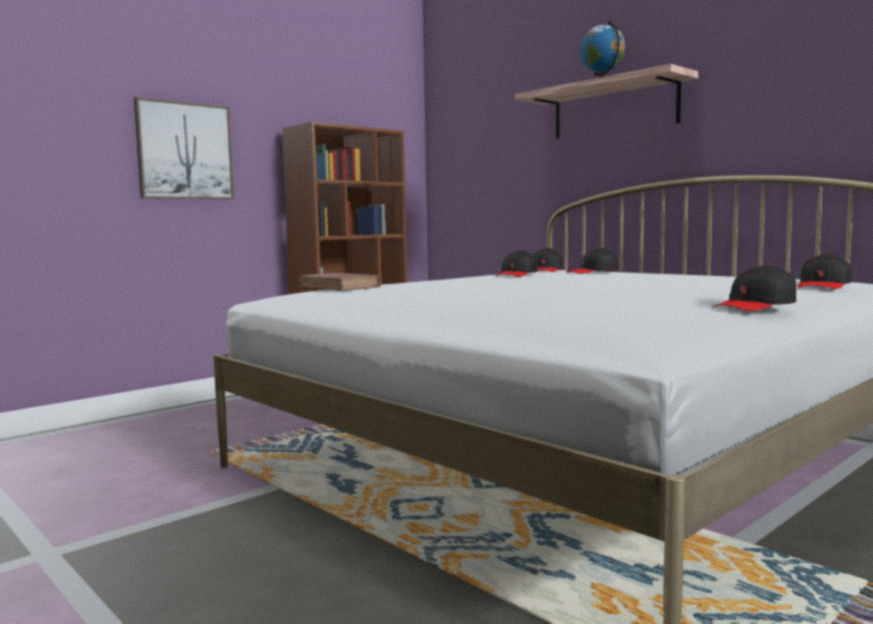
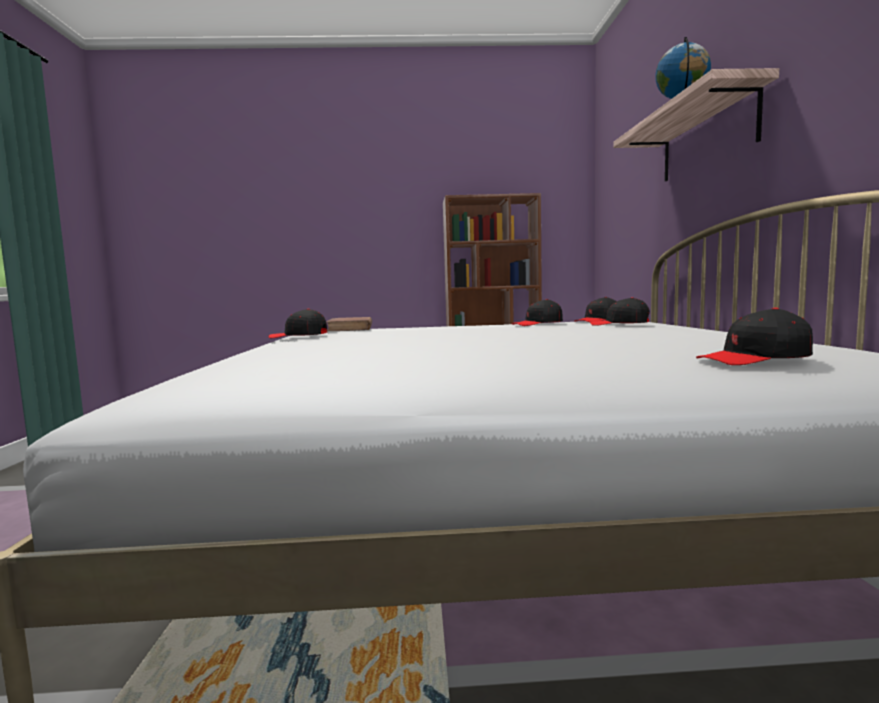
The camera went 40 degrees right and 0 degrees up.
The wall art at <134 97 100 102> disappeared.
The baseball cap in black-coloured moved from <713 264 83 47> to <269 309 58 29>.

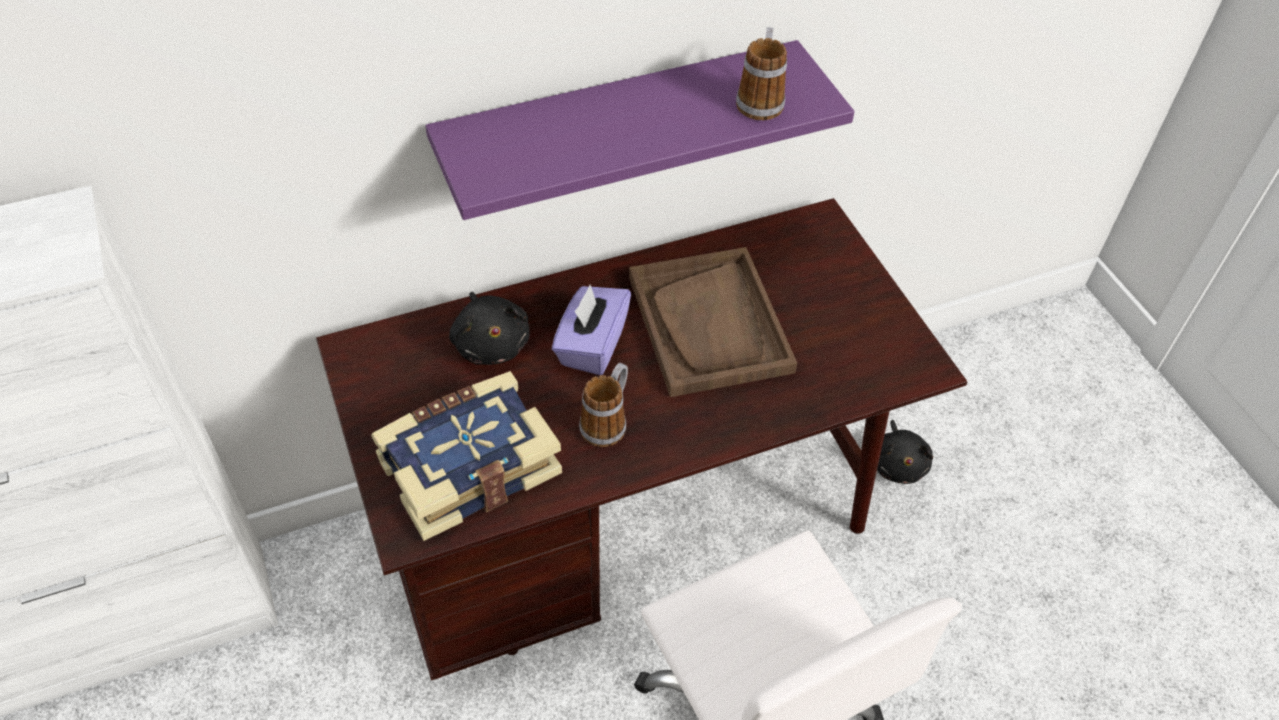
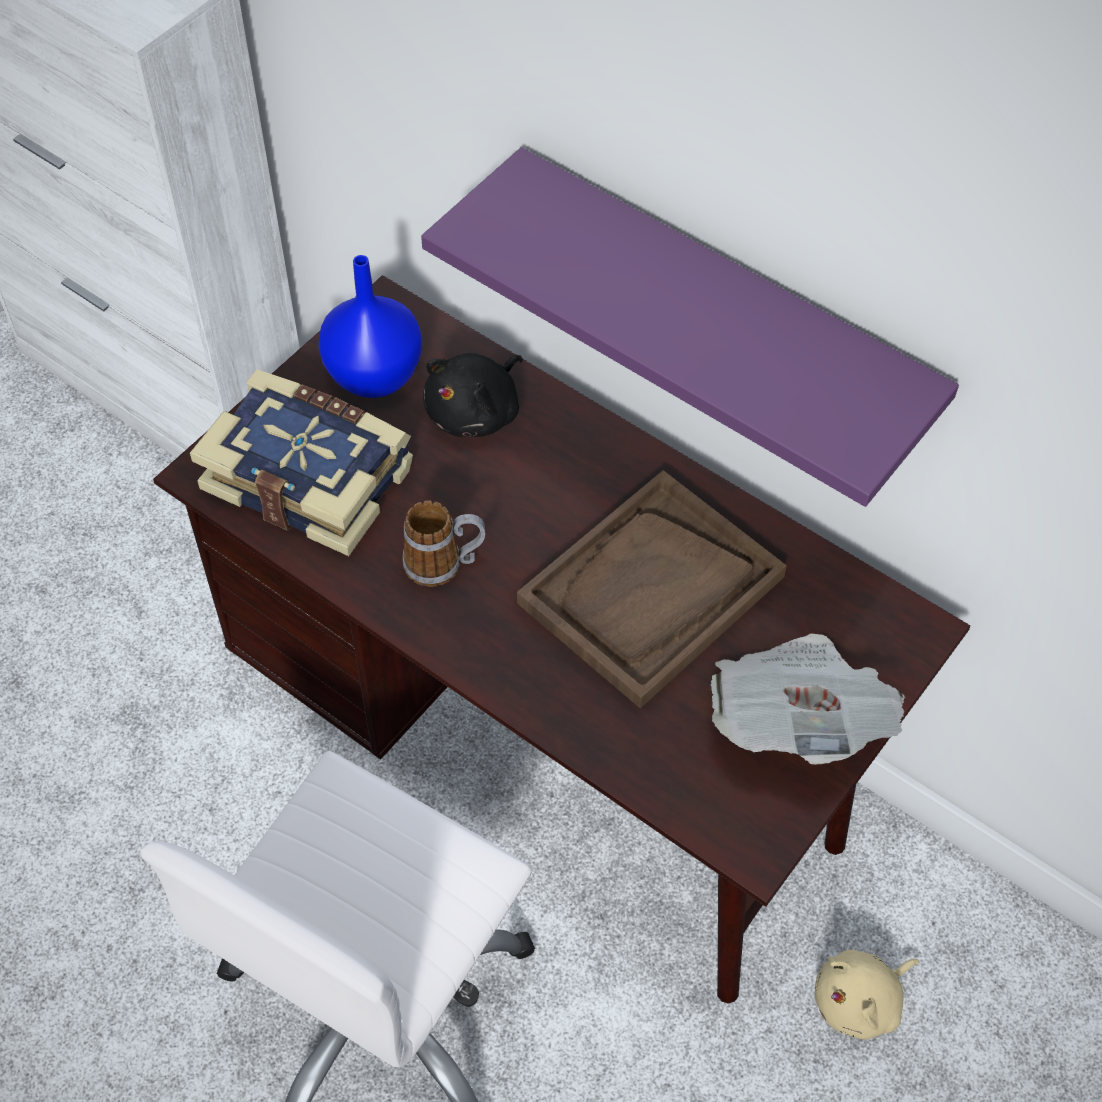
The camera went 60 degrees right and 5 degrees up.
The coffee mug at <736 27 51 93> disappeared.
The box of tissues in purplish at <552 285 79 90> disappeared.
The cuddly toy in black-coloured at <877 420 56 64> became the cuddly toy in sand-coloured at <815 950 104 90>.
The flower vase in blue-coloured at <318 255 104 143> appeared.
The printed paper at <711 633 194 132> appeared.

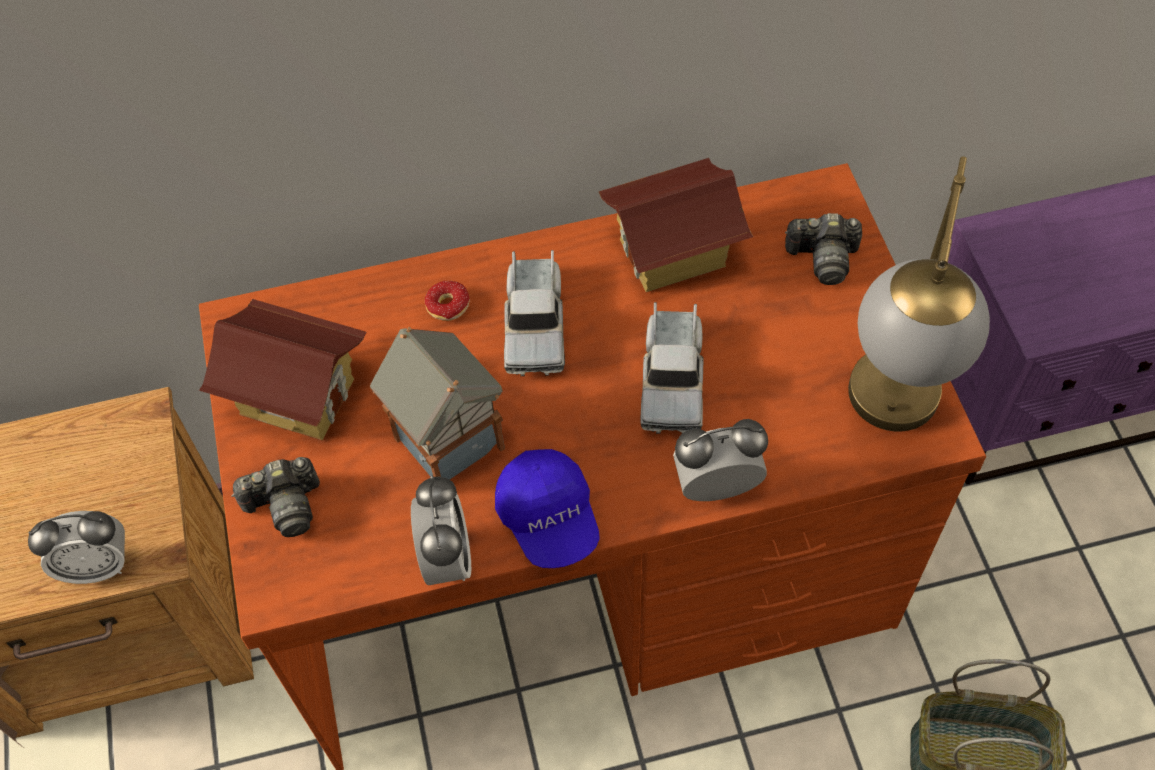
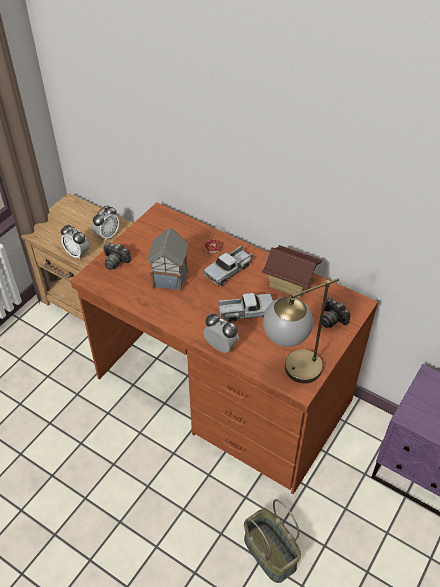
The camera went 45 degrees right and 10 degrees down.
The miniature house at <199 299 167 141> disappeared.
The model truck at <640 302 64 132> turned 150 degrees counterclockwise.
The baseball cap in blue-coloured at <495 449 105 119> disappeared.
The alarm clock moved from <411 476 60 109> to <92 206 27 35>.

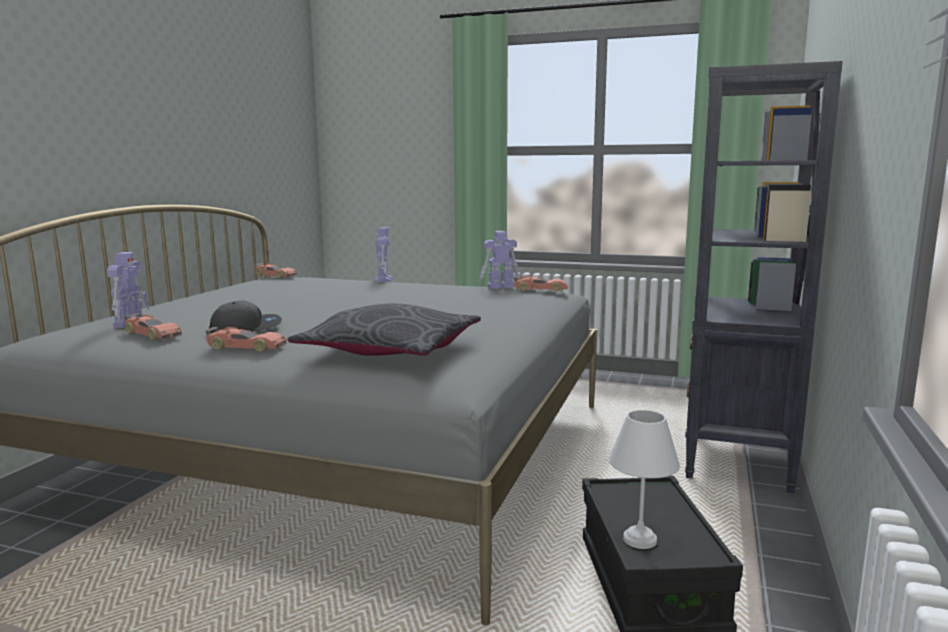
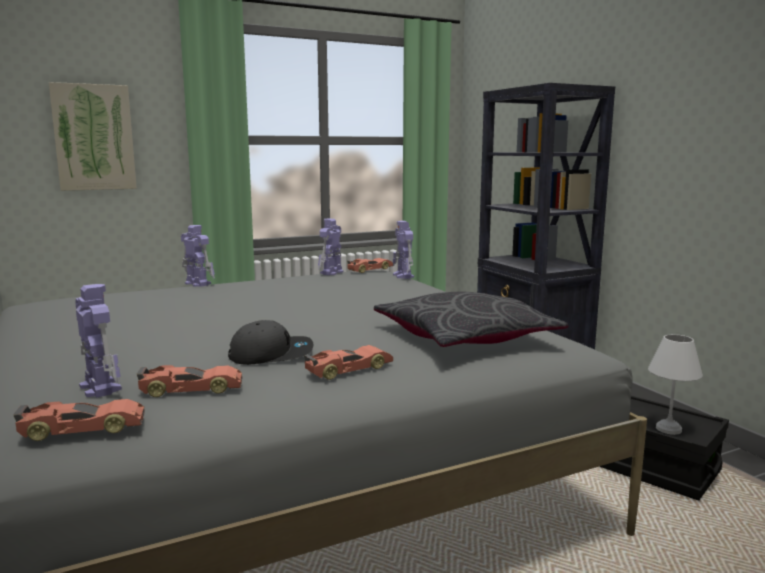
The camera went 45 degrees left and 0 degrees up.
The miniature car moved from <254 263 43 15> to <13 399 132 42>.
The baseball cap in grey at <209 301 73 32> turned 60 degrees clockwise.
The wall art at <49 82 88 109> appeared.
The model robot at <393 221 21 58> appeared.

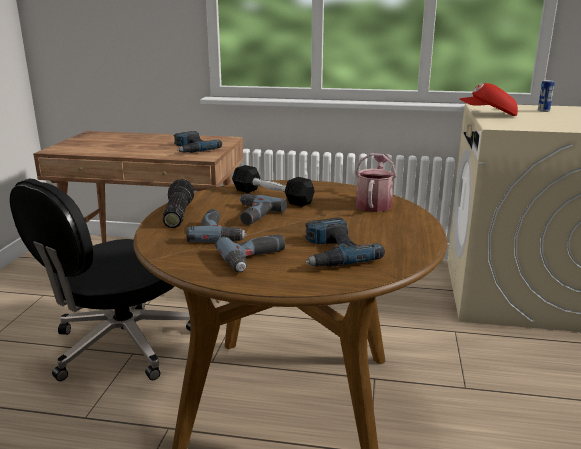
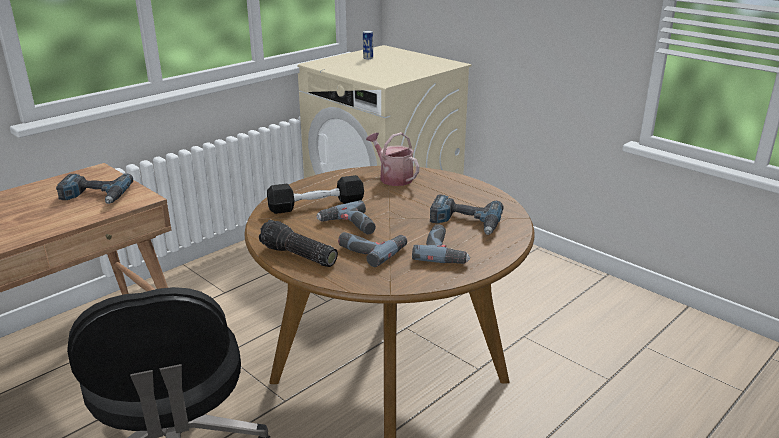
The camera went 55 degrees left and 5 degrees up.
The baseball cap in reddish at <460 83 58 33> disappeared.

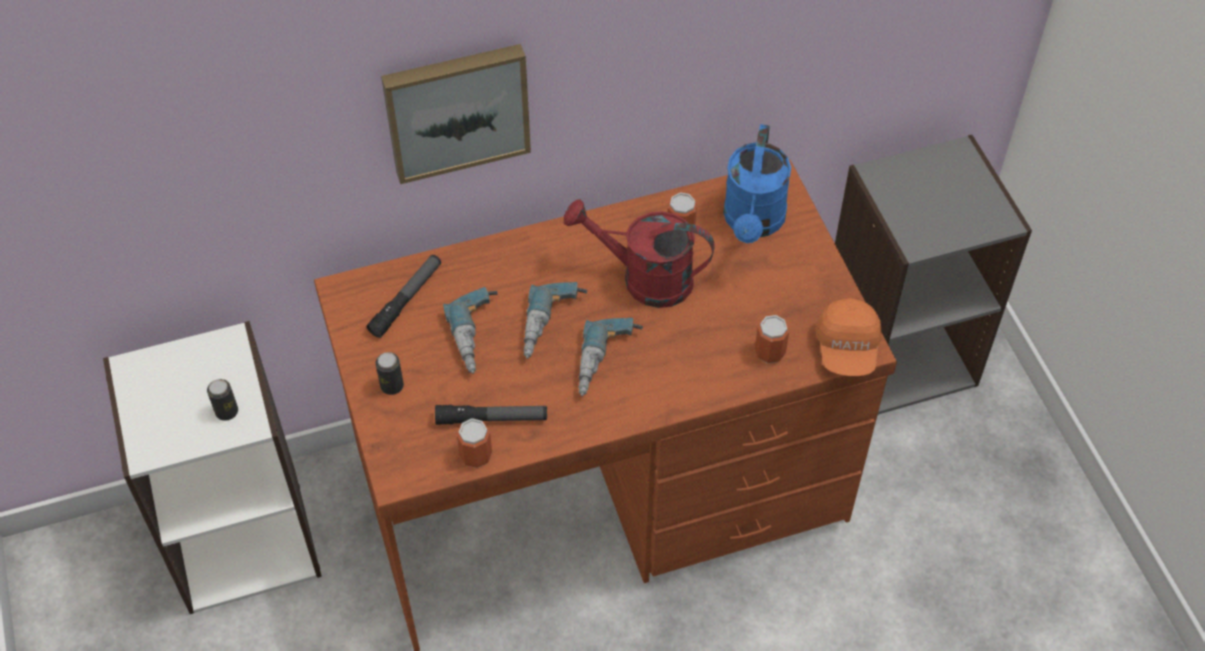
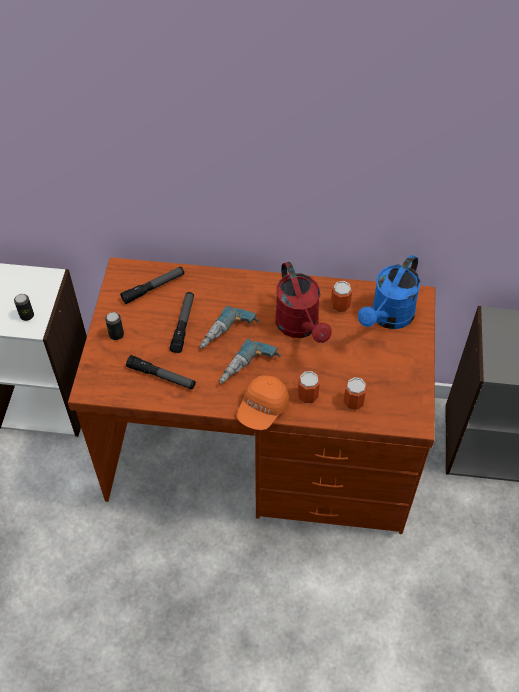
The camera went 25 degrees right and 0 degrees up.
The wall art at <381 44 150 140> disappeared.
The watering can in reddish at <564 199 151 109> turned 150 degrees counterclockwise.
The electric drill at <443 287 55 87> was replaced by the torch at <170 292 24 61>.
The baseball cap in orange moved from <815 298 67 78> to <237 375 52 55>.
The sealed can moved from <457 418 35 50> to <298 371 22 33>.

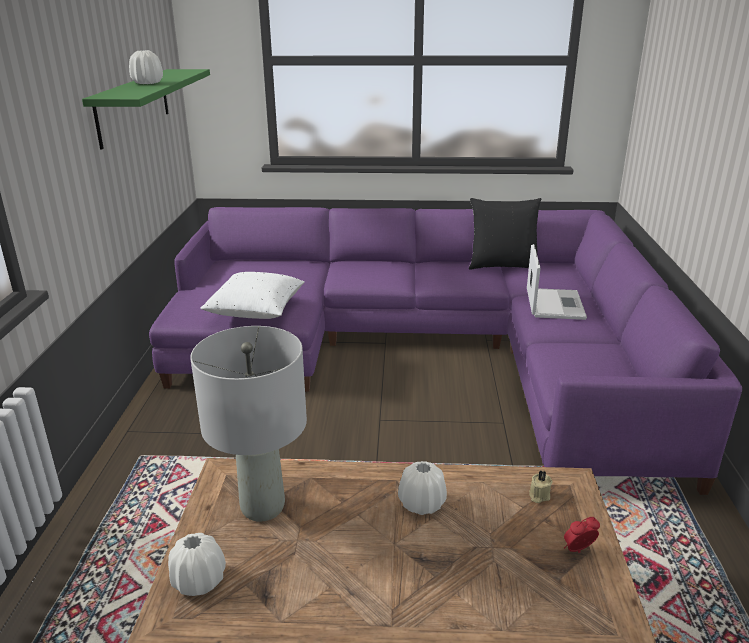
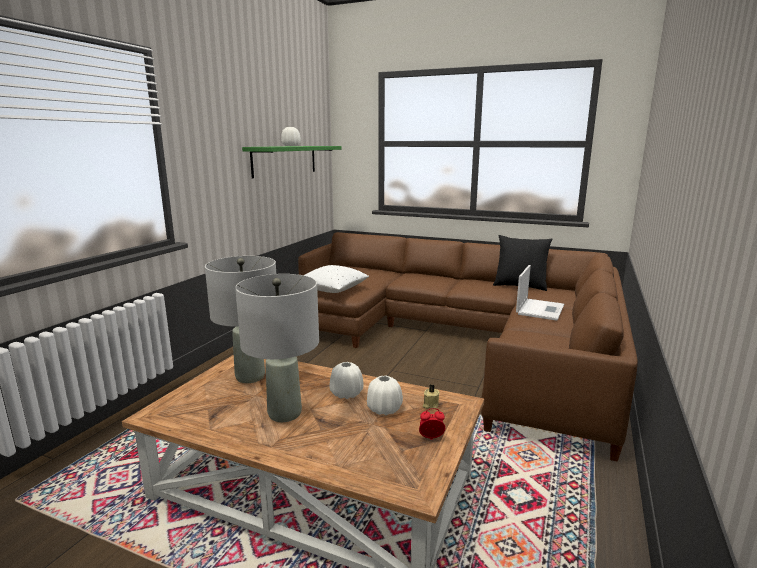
The camera went 20 degrees right and 10 degrees down.
The couch in purplish at <149 207 593 288> became the couch in brown at <298 232 340 230>.
The flower vase in whitish moved from <168 533 58 63> to <367 376 36 39>.
The table lamp in grey at <235 274 84 148> appeared.

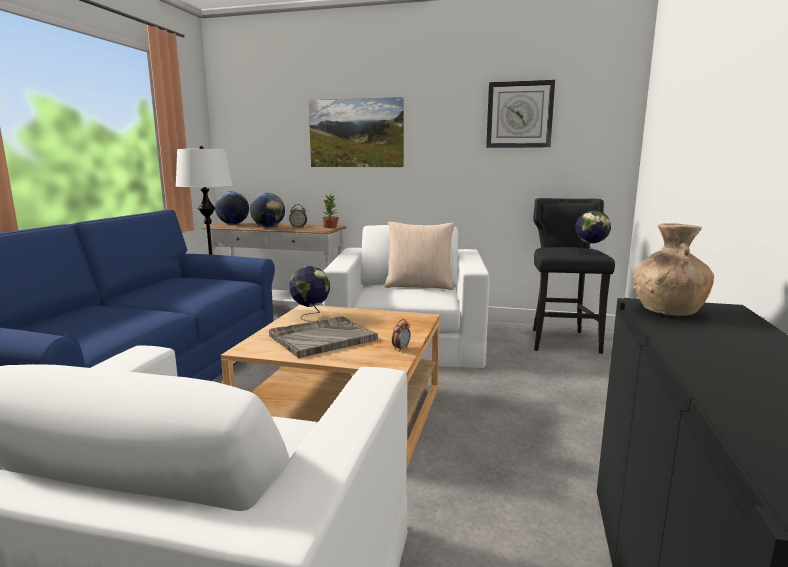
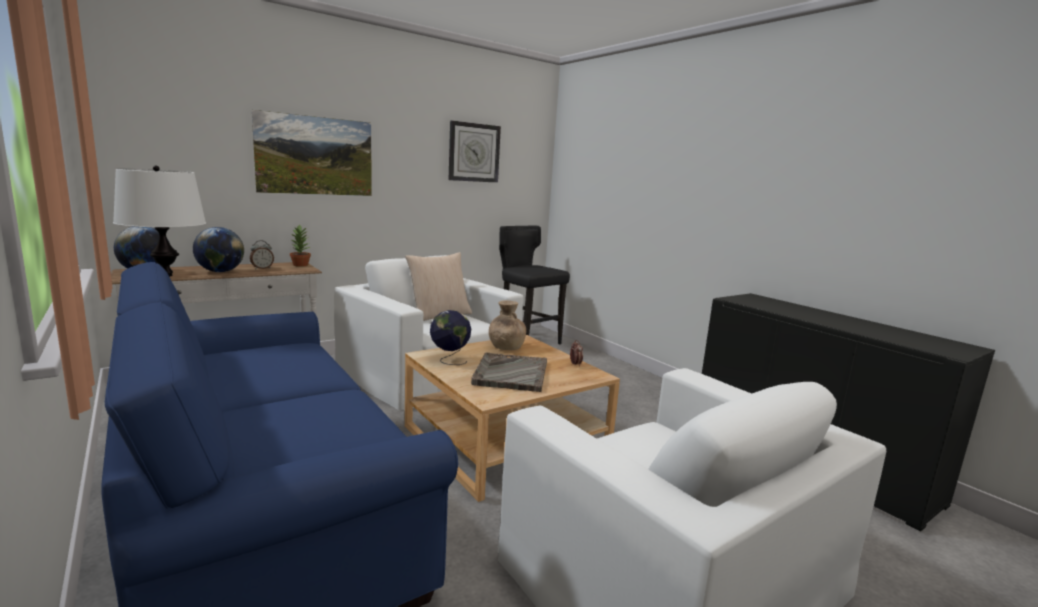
The camera went 50 degrees left and 0 degrees up.
The world globe at <576 210 35 43> disappeared.
The flower vase in brown moved from <633 223 81 93> to <489 300 37 50>.

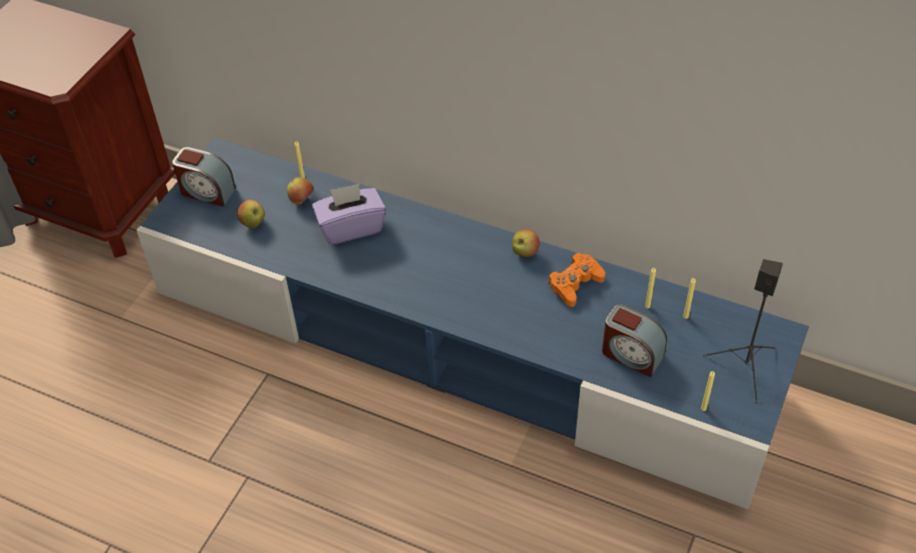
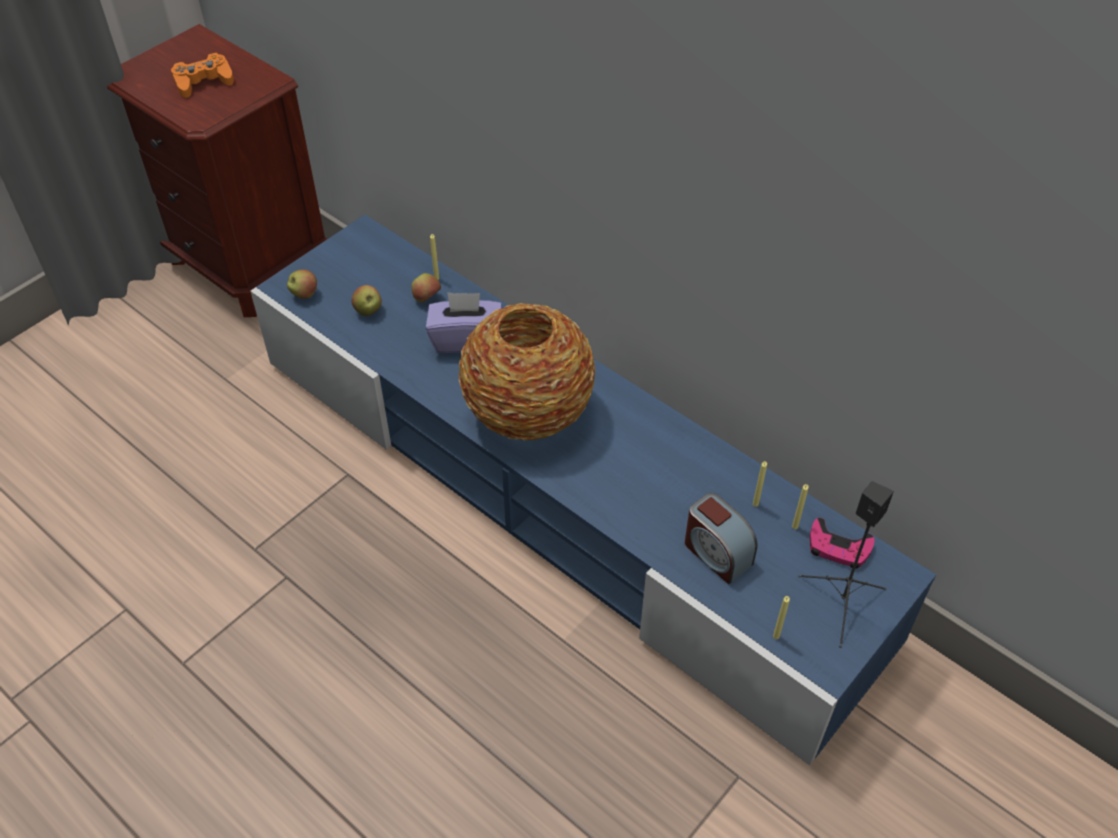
The camera went 15 degrees right and 0 degrees up.
The alarm clock at <172 147 64 60> disappeared.
The apple fruit moved from <512 229 28 28> to <287 269 30 30>.
The game controller in orange moved from <548 253 57 54> to <171 53 63 45>.
The flower vase at <459 303 136 138> appeared.
The game controller in pink-coloured at <810 518 65 51> appeared.

